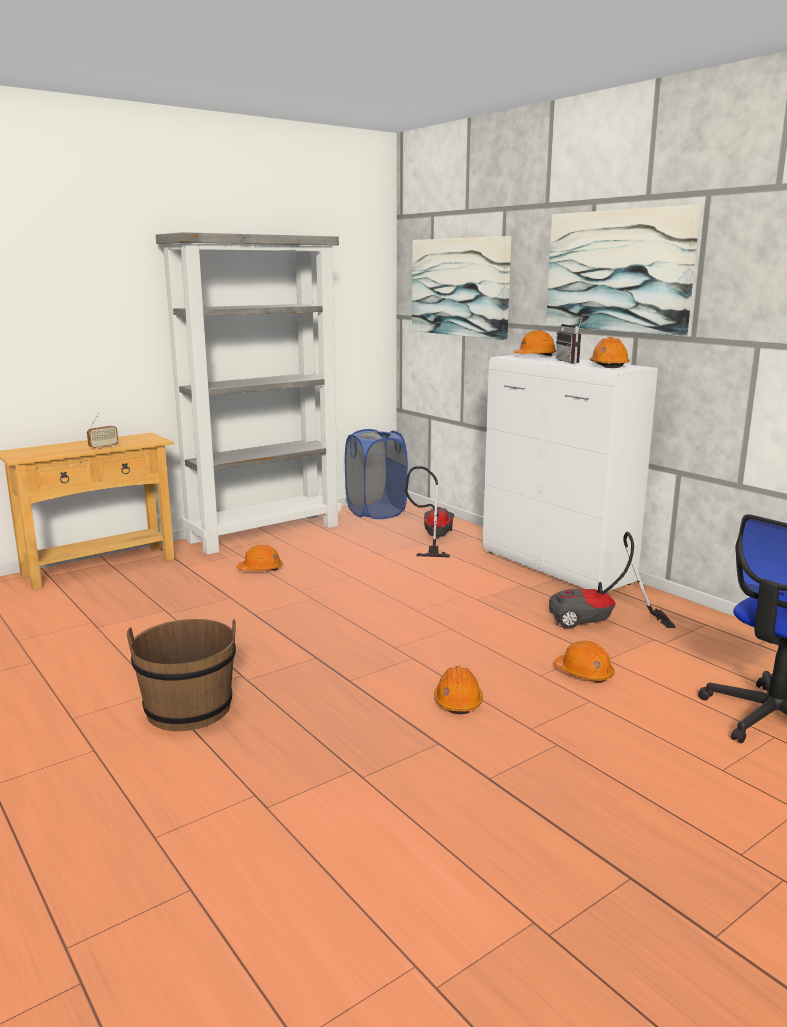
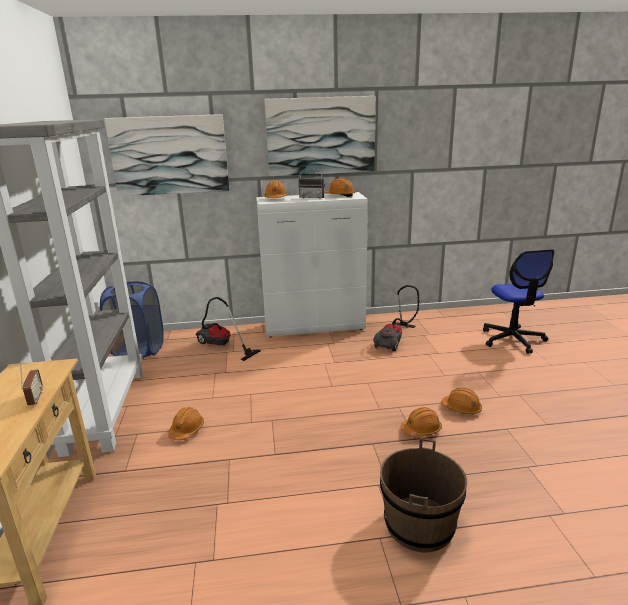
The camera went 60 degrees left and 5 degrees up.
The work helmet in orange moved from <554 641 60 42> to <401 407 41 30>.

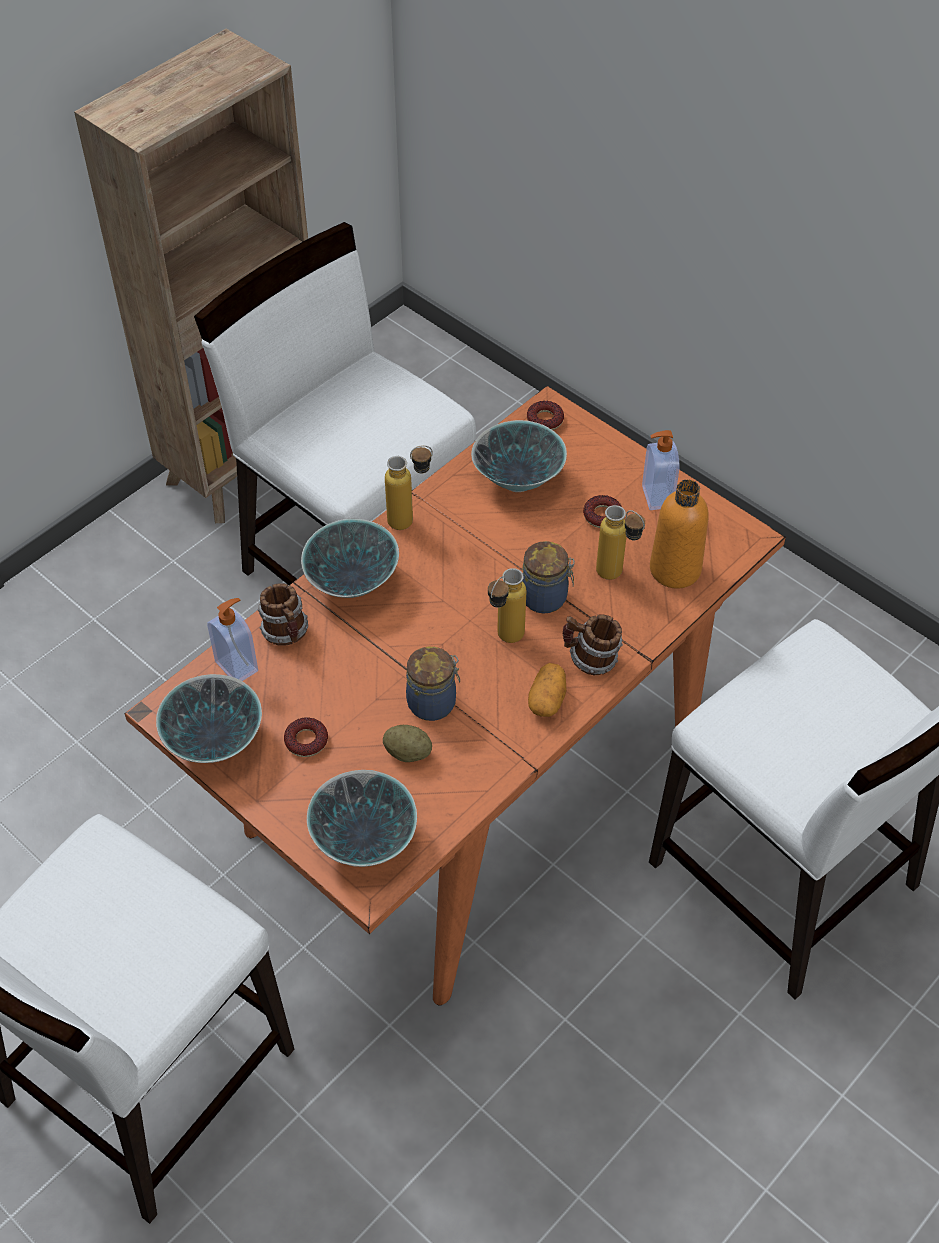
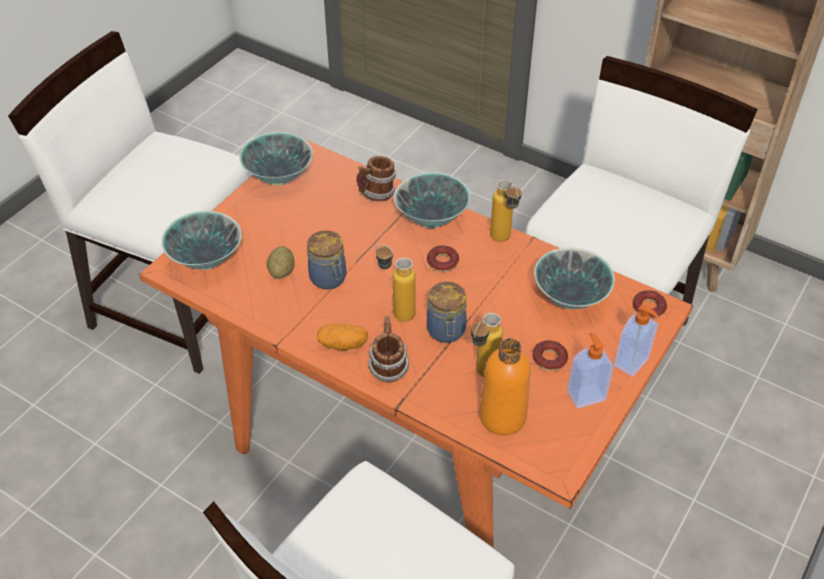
The camera went 80 degrees right and 5 degrees down.
The soap dispenser moved from <207 598 51 83> to <614 304 44 73>.
The donut moved from <284 717 44 40> to <427 245 32 27>.

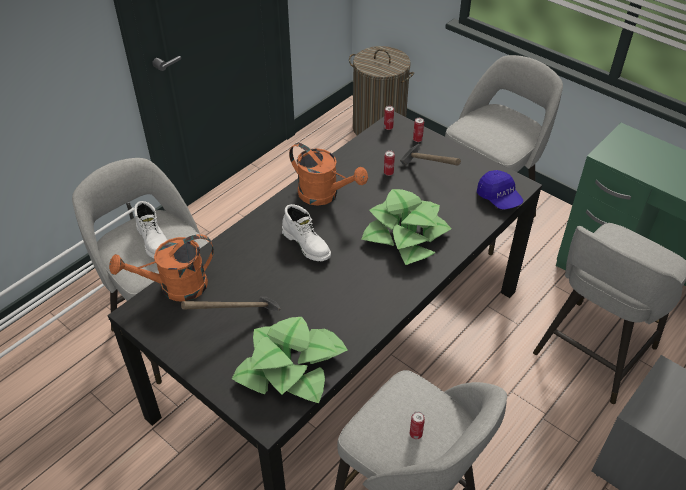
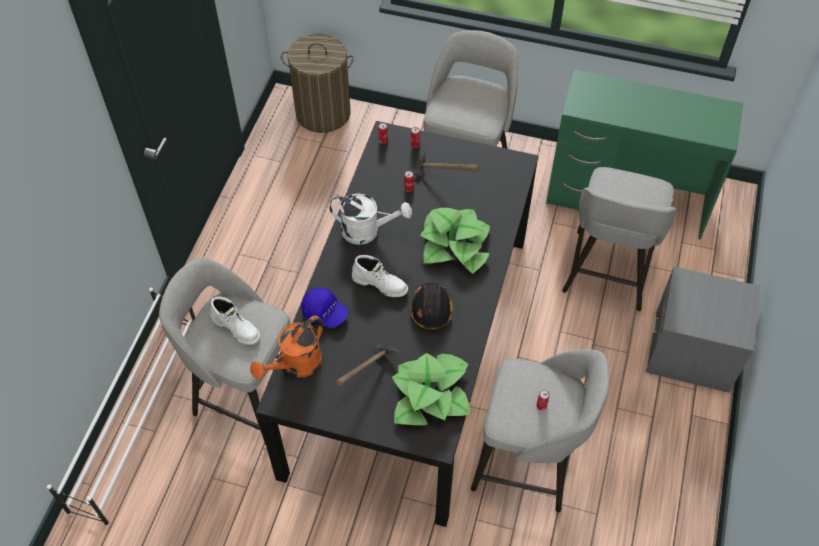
The camera went 25 degrees left and 10 degrees up.
The watering can in orange at <289 143 79 63> became the watering can in whitish at <329 193 83 52>.
The baseball cap in blue-coloured moved from <477 170 46 39> to <301 287 47 41>.
The work helmet in black-coloured at <411 282 42 48> appeared.

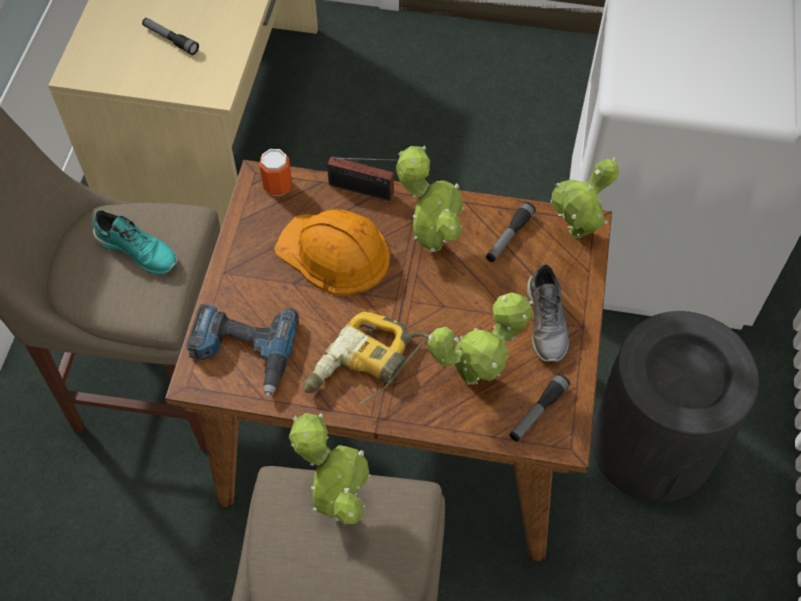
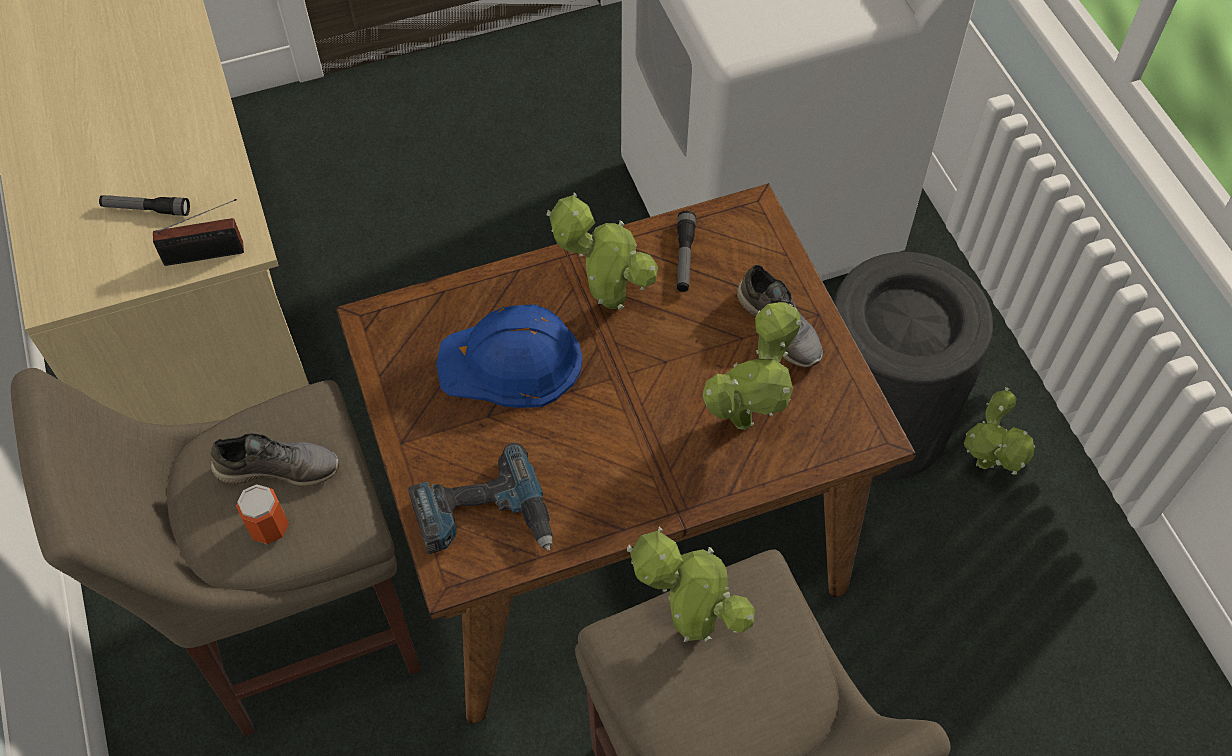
The camera went 30 degrees left and 0 degrees up.
The sealed can moved from <260 149 32 47> to <236 484 53 60>.
The radio receiver moved from <327 156 72 45> to <153 199 91 67>.
The plant in a pot moved from <550 157 69 81> to <964 387 71 87>.
The work helmet in orange at <274 209 116 86> became the work helmet in blue-coloured at <436 304 147 104>.
The item of footwear in turquoise at <93 210 84 64> became the item of footwear in grey at <210 433 129 54>.
The electric drill at <303 312 127 93> disappeared.
The torch at <509 374 61 68> disappeared.

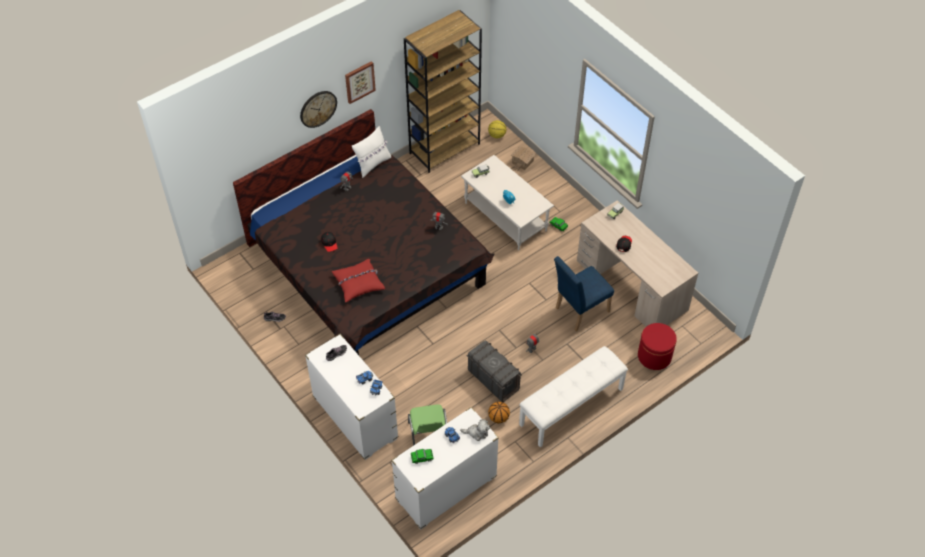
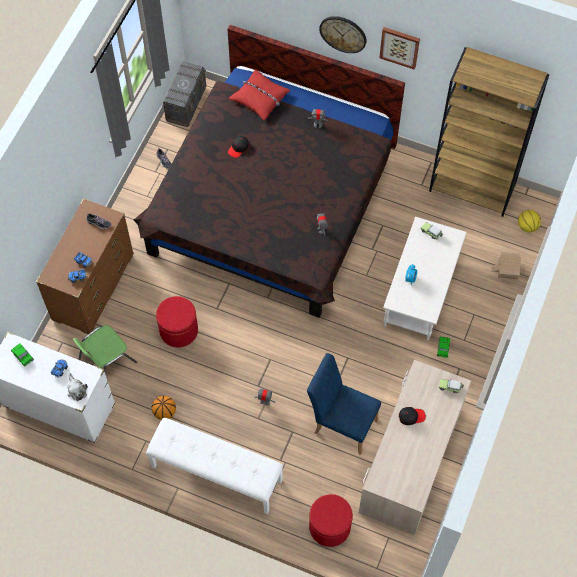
The camera went 60 degrees right and 10 degrees up.
The cushion in whitish at <352 126 39 52> disappeared.
The cushion in reddish moved from <332 259 53 43> to <228 69 62 52>.
The dresser in whitish at <305 334 93 126> became the dresser in brown at <36 198 98 136>.
The storage bin in grey moved from <467 340 55 62> to <162 61 44 66>.
The ottoman in reddish at <156 296 42 51> appeared.

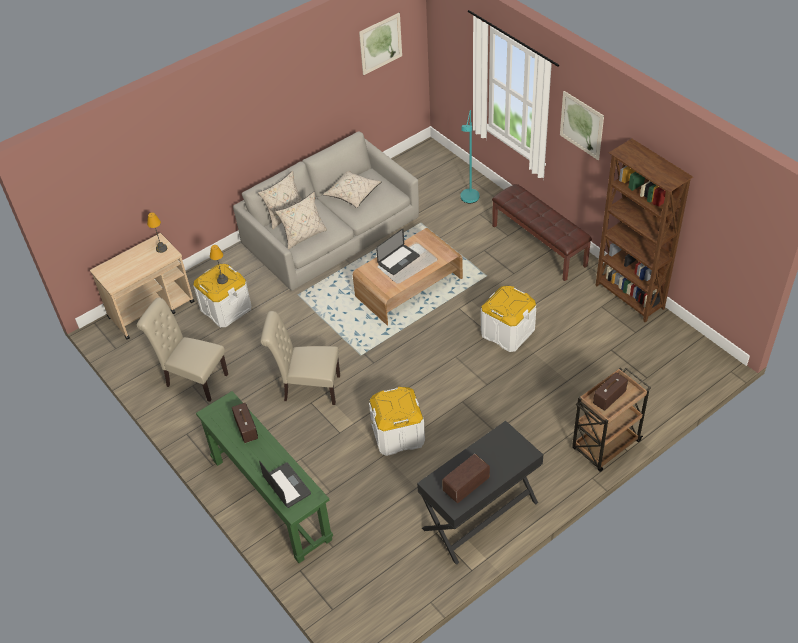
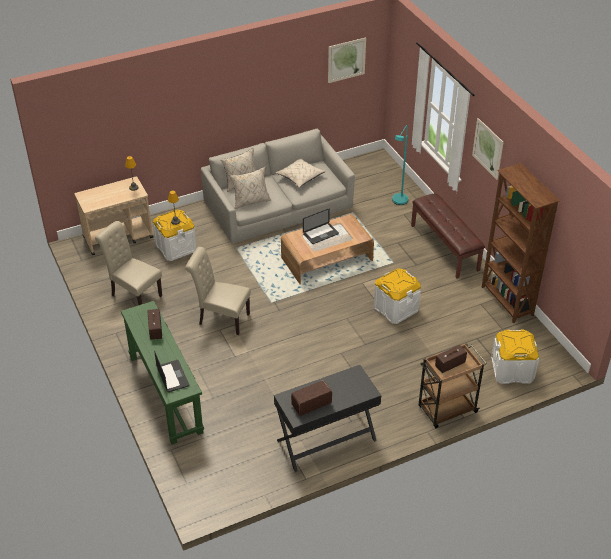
The camera went 10 degrees right and 5 degrees down.
The storage bin in whitish moved from <369 387 56 69> to <491 329 48 55>.

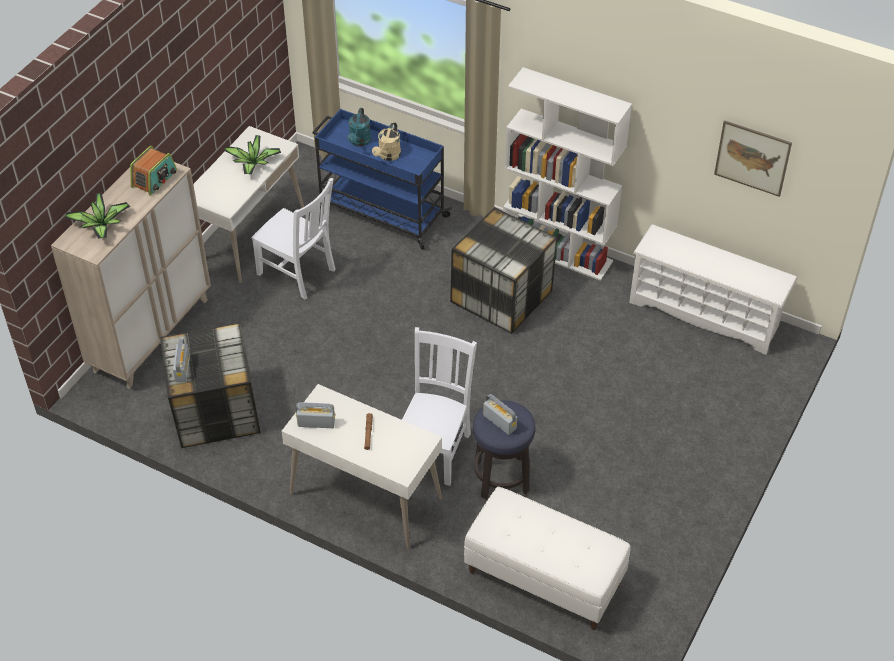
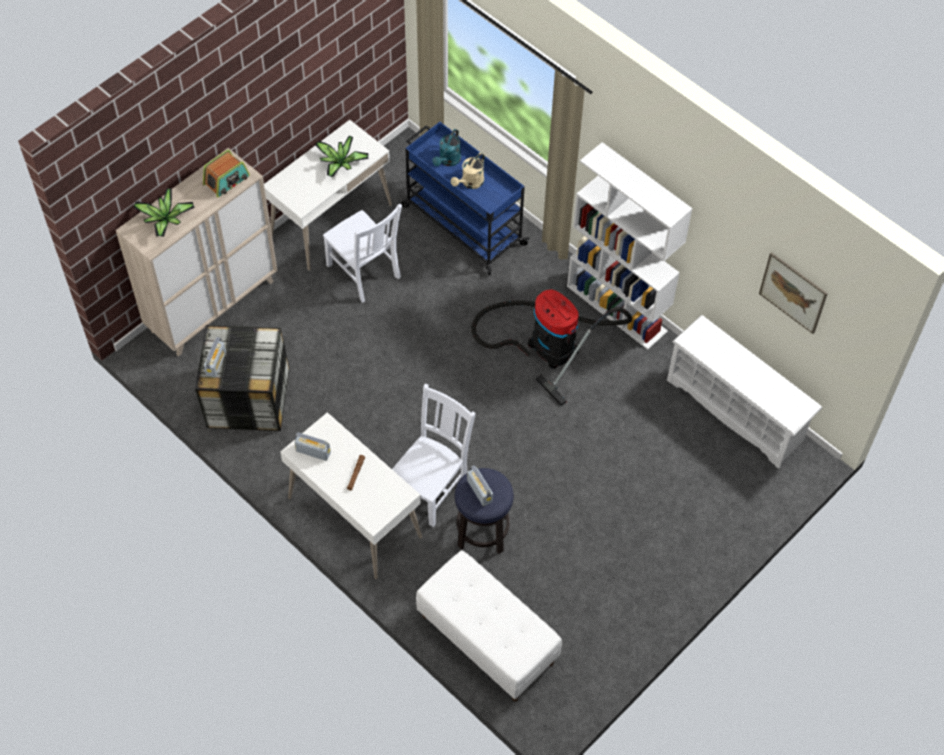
The camera went 15 degrees right and 10 degrees up.
The storage bin at <450 207 107 127> was replaced by the vacuum cleaner at <471 289 161 117>.

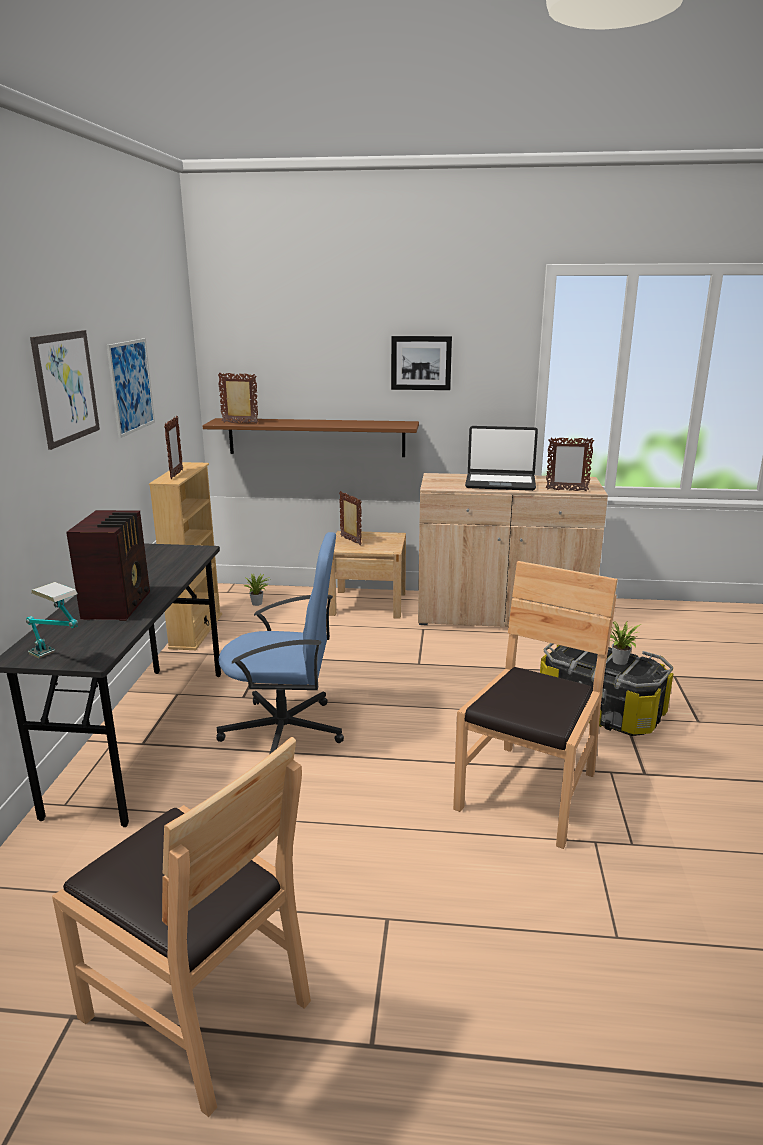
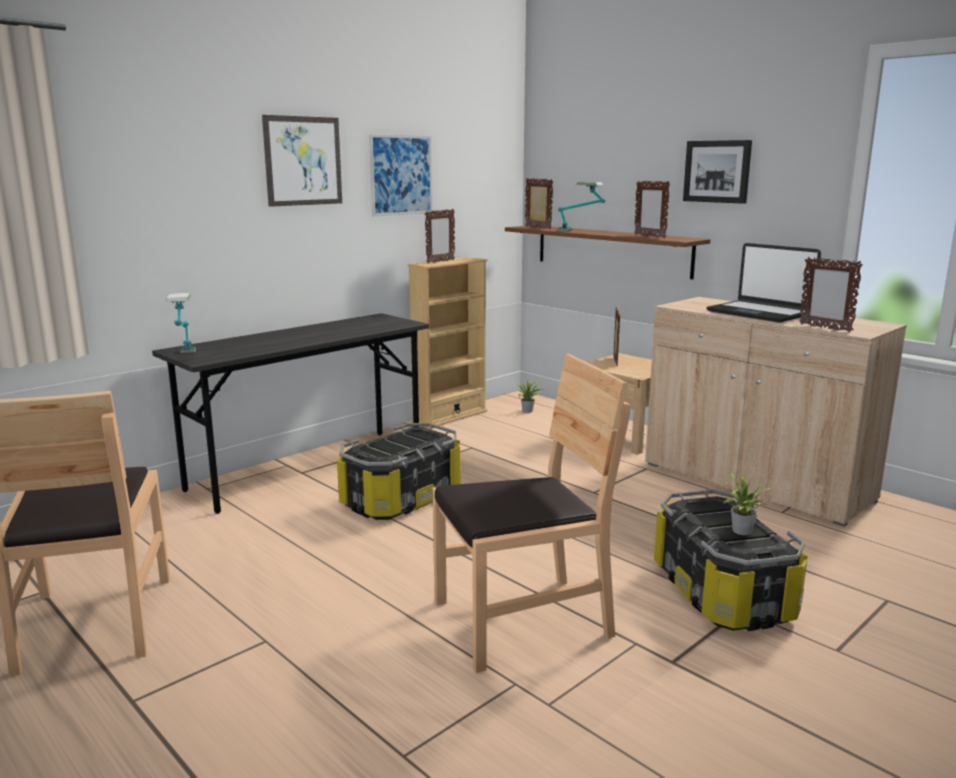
The camera went 40 degrees right and 5 degrees down.
The radio receiver at <66 510 84 111> disappeared.
The computer chair in blue-coloured at <216 532 128 223> was replaced by the storage bin at <337 423 124 97>.
The photo frame at <634 181 36 57> appeared.
The table lamp at <558 182 48 49> appeared.

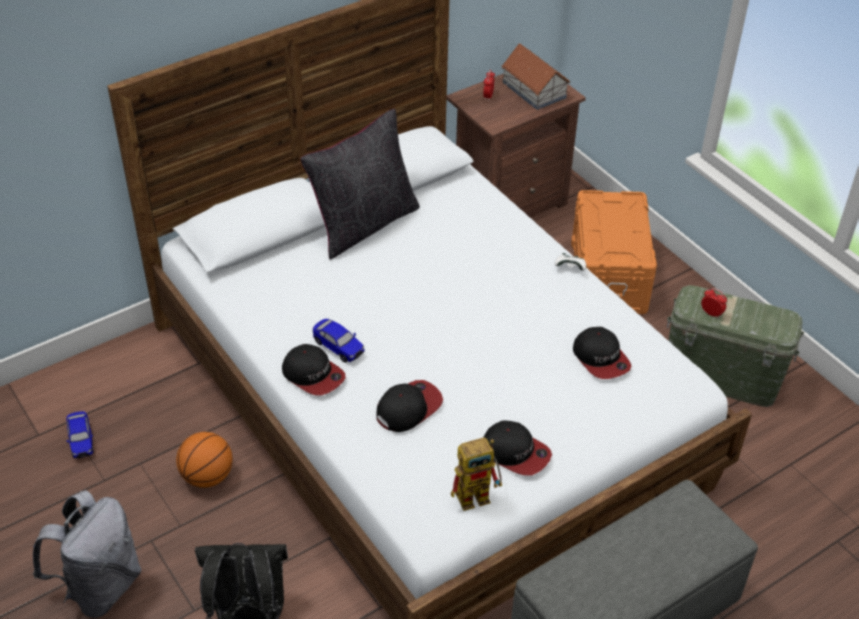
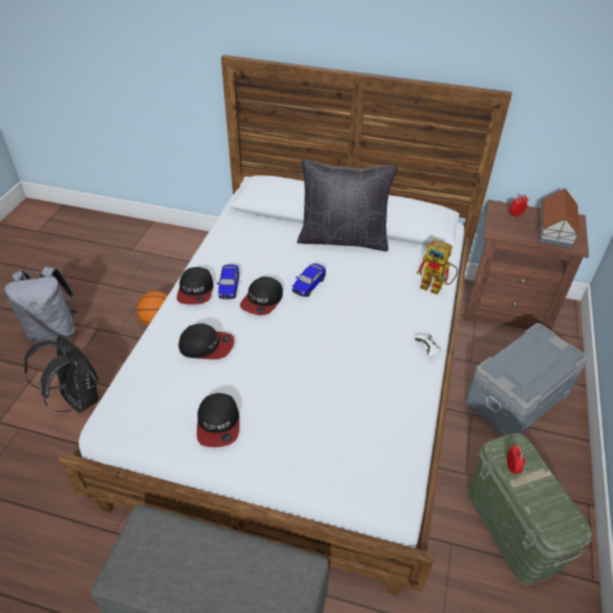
The camera went 50 degrees right and 0 degrees up.
The storage bin in orange at <571 190 86 124> became the storage bin in grey at <465 323 123 113>.
The baseball cap moved from <573 327 58 52> to <240 277 43 38>.
The miniature car moved from <66 411 28 47> to <292 263 34 34>.
The model robot moved from <451 437 51 74> to <416 239 42 56>.

